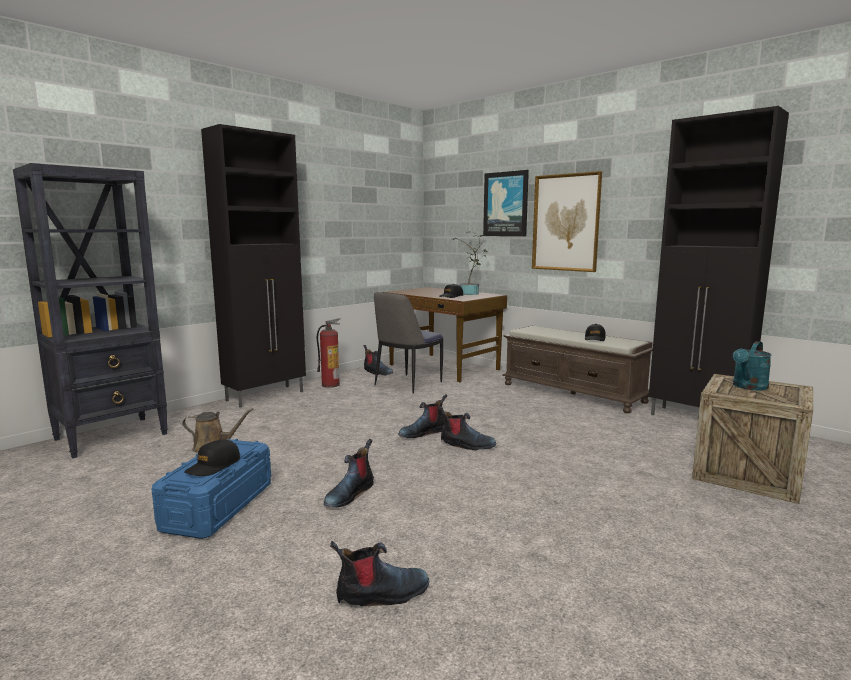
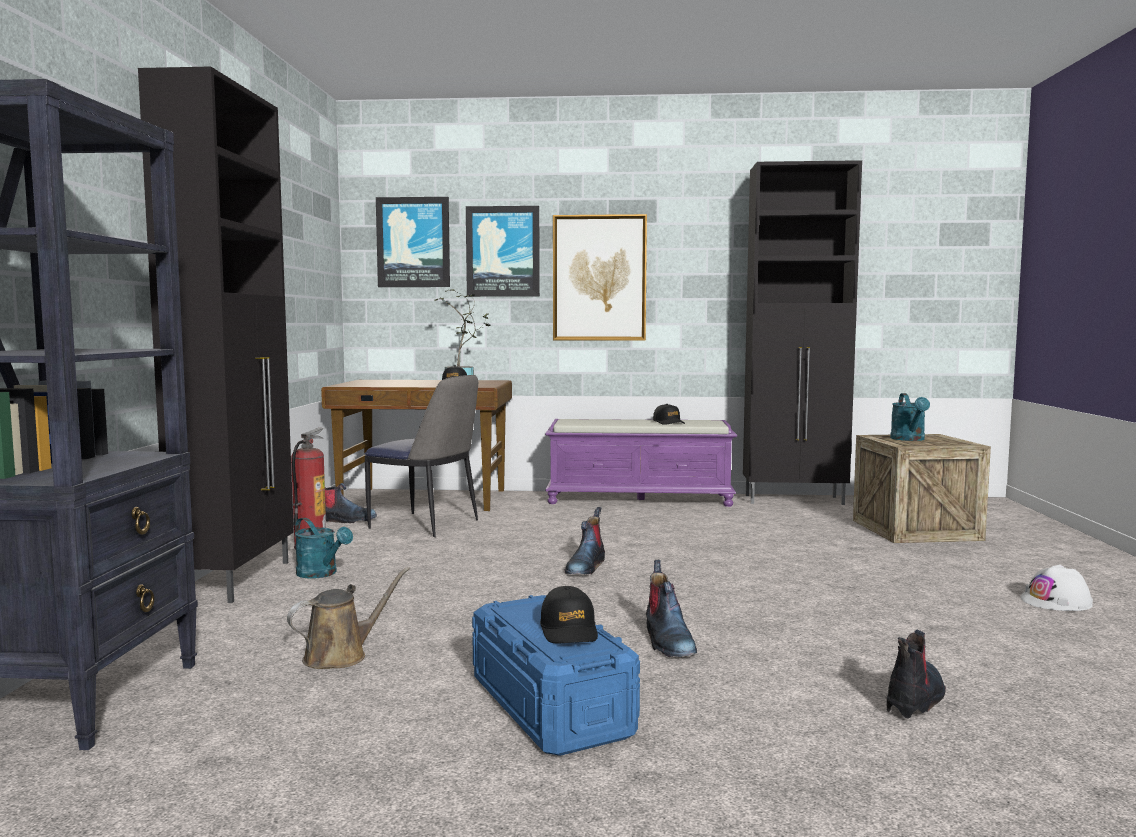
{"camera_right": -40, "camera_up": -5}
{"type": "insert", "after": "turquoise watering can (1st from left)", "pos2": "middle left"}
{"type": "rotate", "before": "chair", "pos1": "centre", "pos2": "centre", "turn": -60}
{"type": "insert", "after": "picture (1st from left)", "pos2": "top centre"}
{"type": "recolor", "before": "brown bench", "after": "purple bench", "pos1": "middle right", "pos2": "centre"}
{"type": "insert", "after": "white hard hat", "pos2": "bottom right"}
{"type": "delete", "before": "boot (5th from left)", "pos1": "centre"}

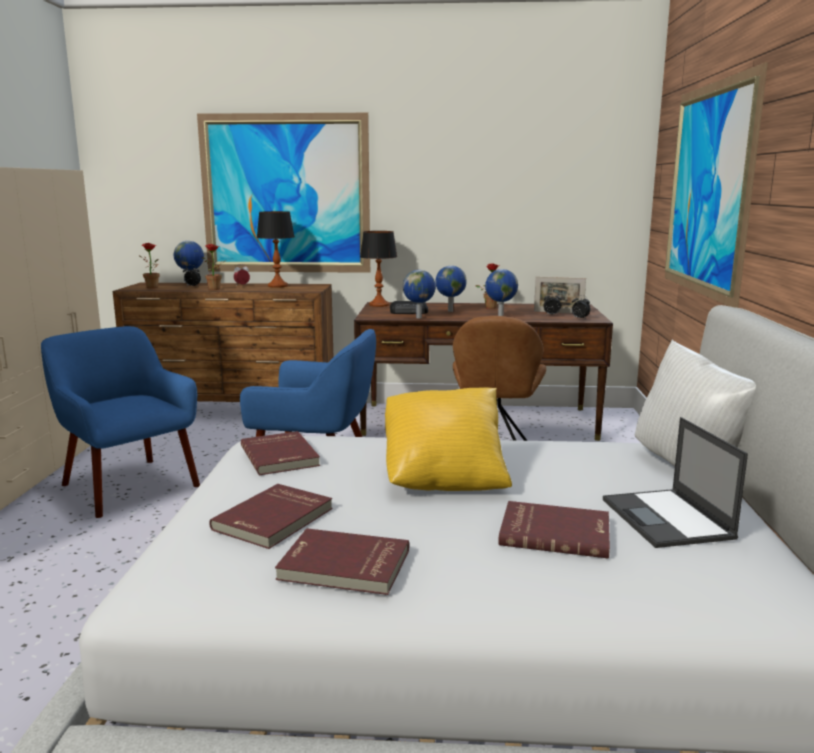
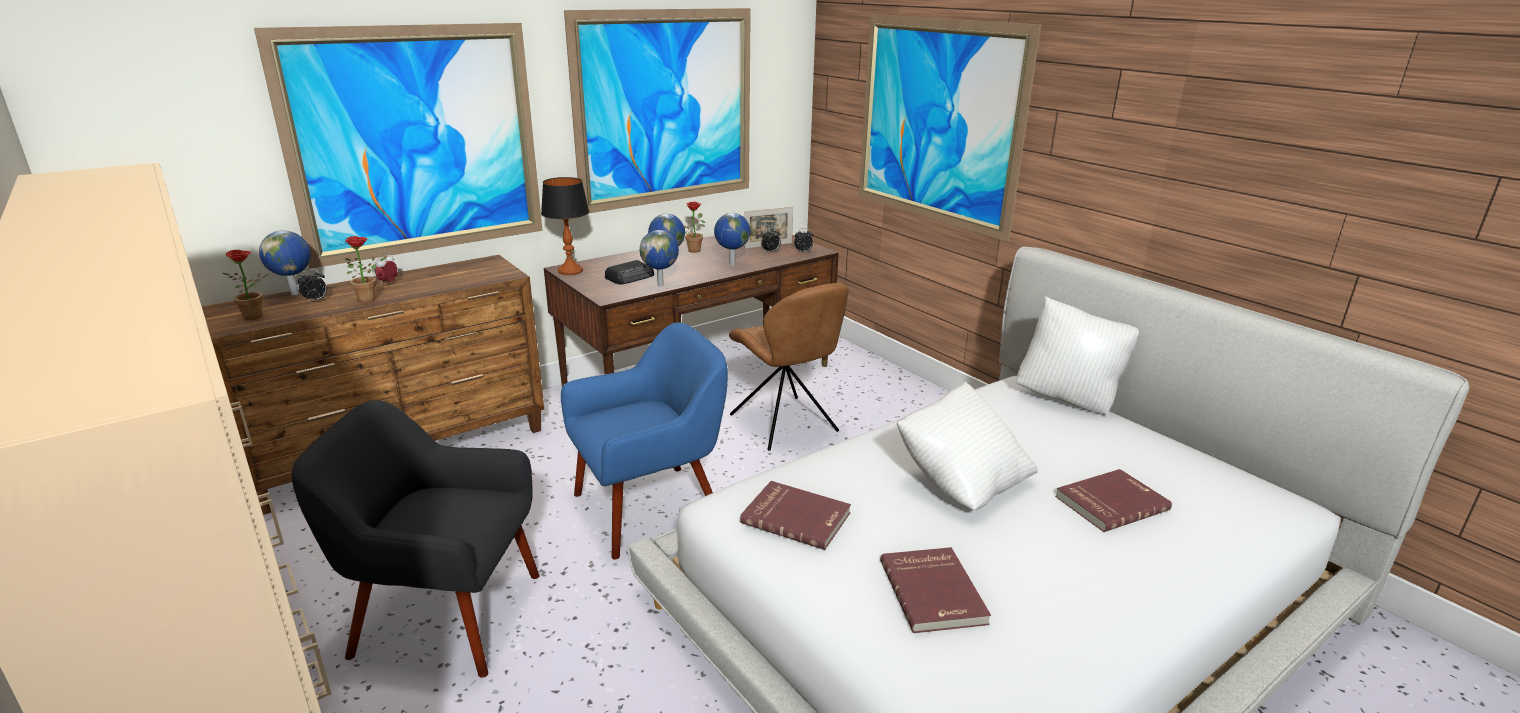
{"camera_right": -40, "camera_up": 10}
{"type": "recolor", "before": "blue armchair (1st from left)", "after": "black armchair", "pos1": "middle left", "pos2": "bottom left"}
{"type": "insert", "after": "picture (2nd from left)", "pos2": "top centre"}
{"type": "recolor", "before": "yellow pillow", "after": "white pillow (1st from left)", "pos1": "centre", "pos2": "centre"}
{"type": "delete", "before": "table lamp (1st from left)", "pos1": "top centre"}
{"type": "delete", "before": "red book (3rd from left)", "pos1": "bottom centre"}
{"type": "delete", "before": "laptop", "pos1": "middle right"}

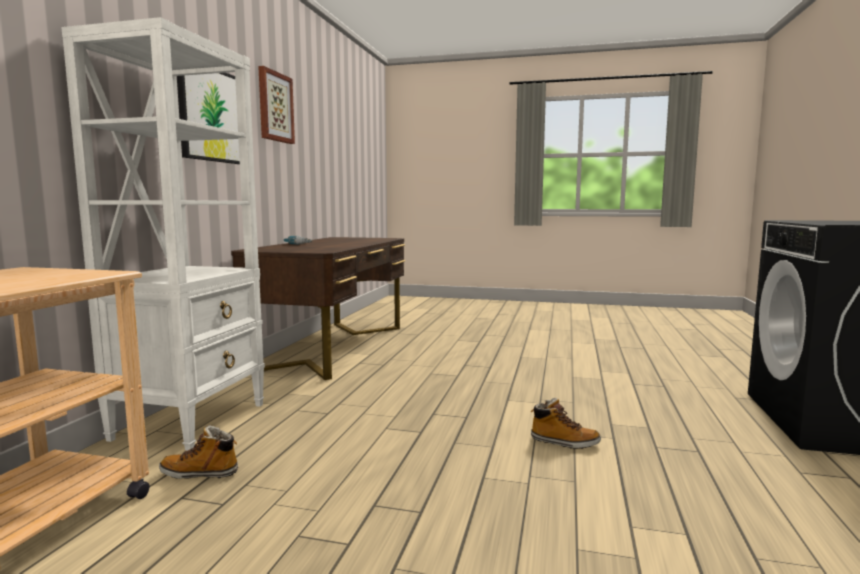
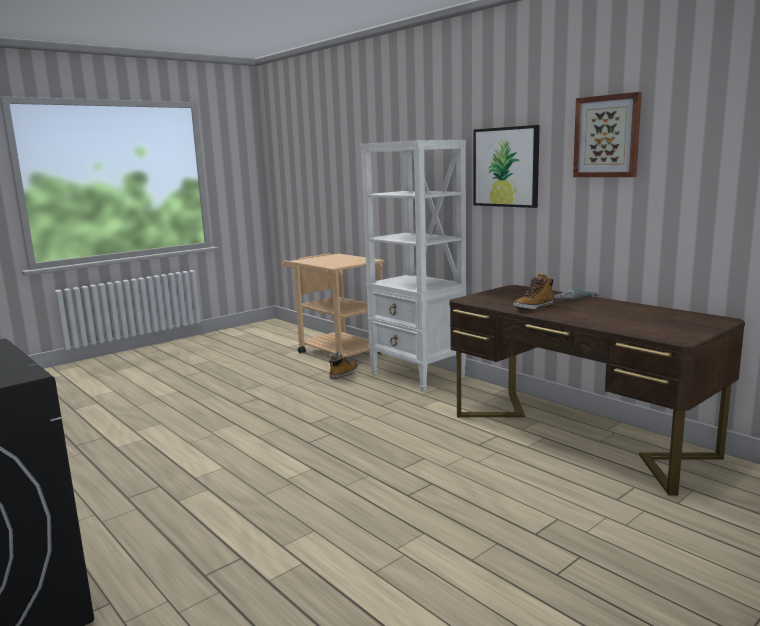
{"camera_right": 125, "camera_up": 5}
{"type": "move", "before": "boot (2nd from left)", "pos1": "bottom centre", "pos2": "middle right"}

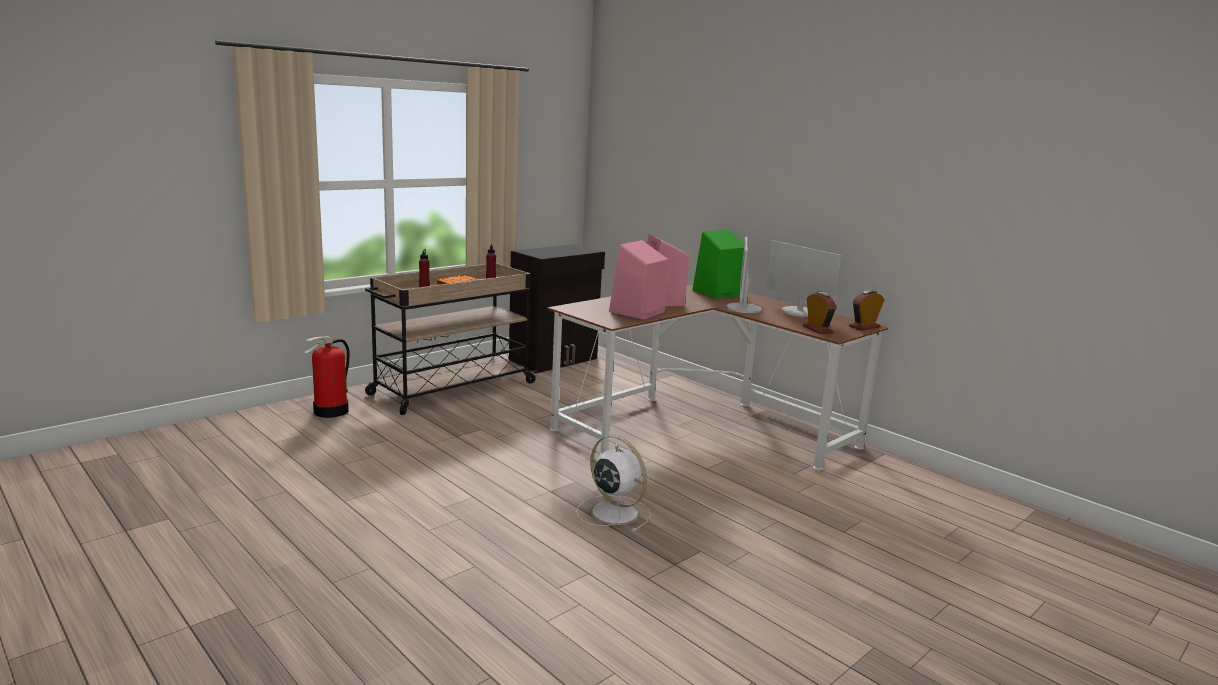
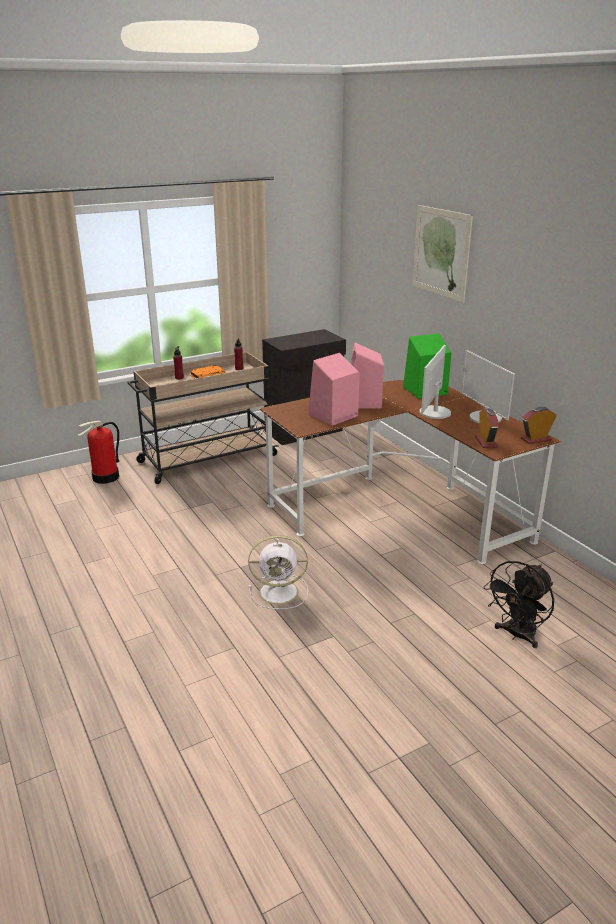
{"camera_right": 15, "camera_up": 10}
{"type": "rotate", "before": "white fan", "pos1": "bottom centre", "pos2": "centre", "turn": 120}
{"type": "insert", "after": "picture", "pos2": "top right"}
{"type": "insert", "after": "black fan", "pos2": "middle right"}

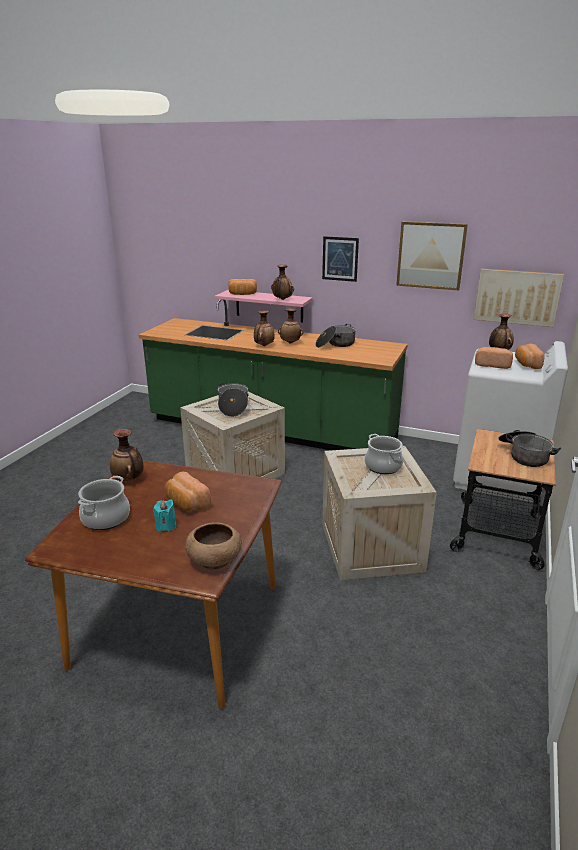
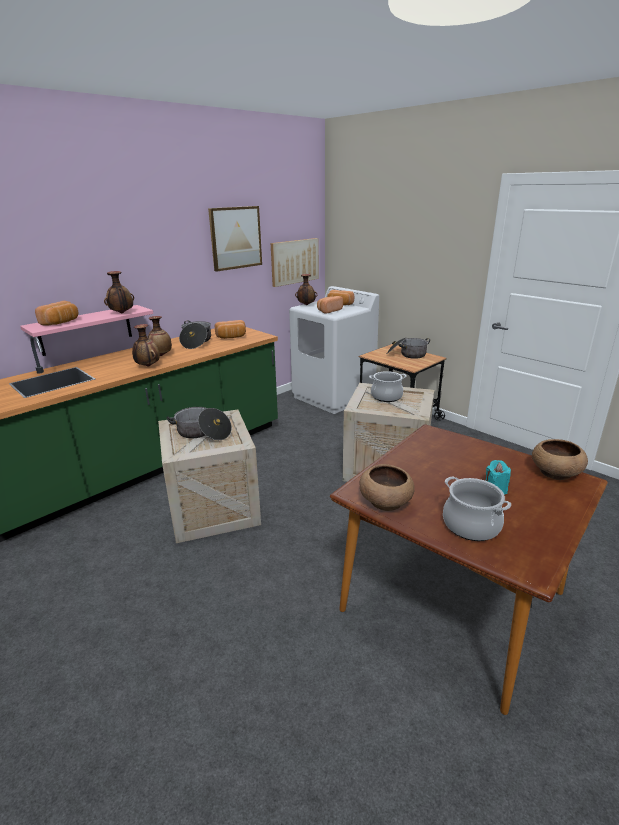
{"camera_right": -65, "camera_up": 0}
{"type": "move", "before": "bread (1st from left in the first image)", "after": "bread (2nd from left)", "pos1": "middle left", "pos2": "centre"}
{"type": "replace", "before": "vase (1st from left)", "after": "brown bowl (1st from left)", "pos1": "middle left", "pos2": "centre"}
{"type": "delete", "before": "picture (1st from left)", "pos1": "top centre"}

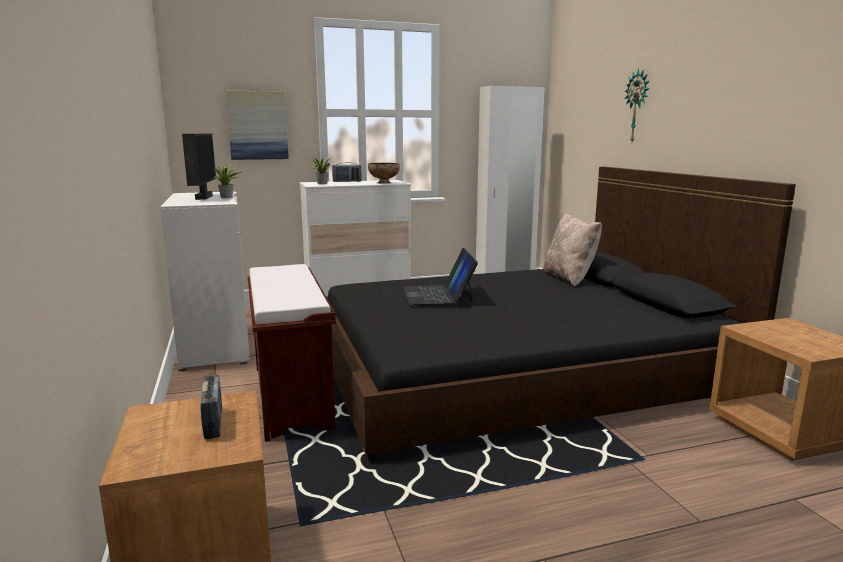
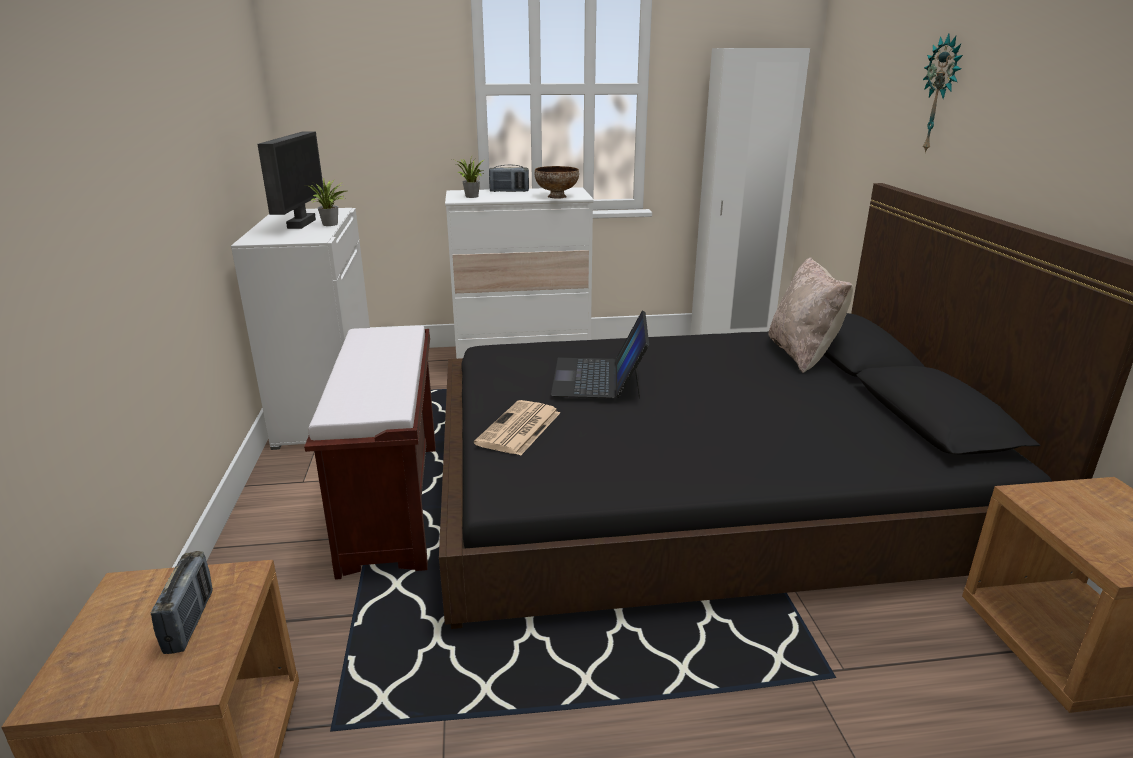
{"camera_right": 10, "camera_up": 10}
{"type": "insert", "after": "newspaper", "pos2": "centre"}
{"type": "delete", "before": "picture", "pos1": "top left"}

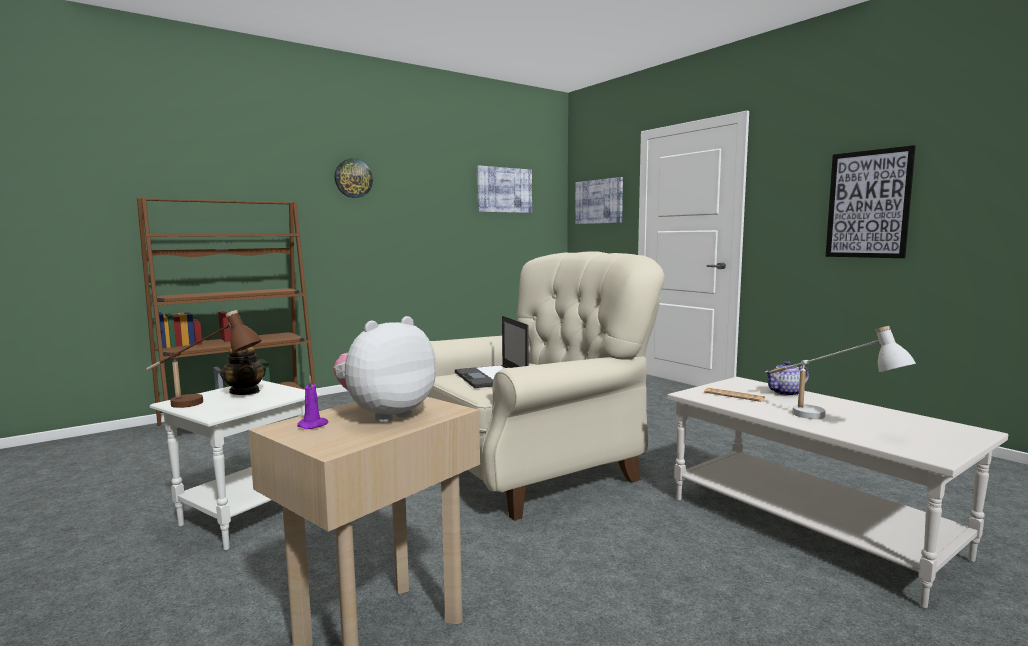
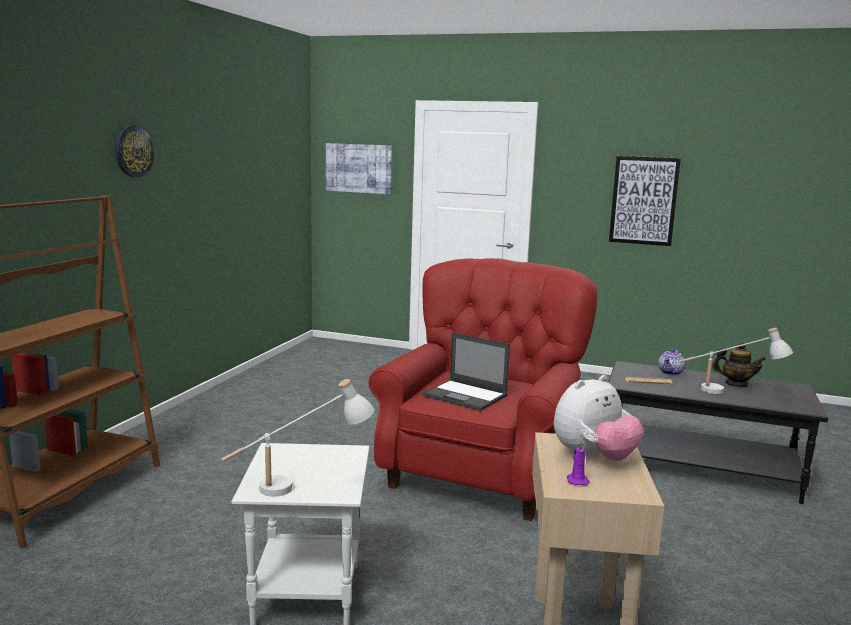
{"camera_right": -35, "camera_up": 5}
{"type": "recolor", "before": "brown table lamp", "after": "white table lamp (1st from left)", "pos1": "middle left", "pos2": "bottom centre"}
{"type": "recolor", "before": "beige armchair", "after": "red armchair", "pos1": "centre", "pos2": "centre"}
{"type": "rotate", "before": "plush toy", "pos1": "centre", "pos2": "bottom right", "turn": -135}
{"type": "recolor", "before": "white coffee table", "after": "black coffee table", "pos1": "bottom right", "pos2": "bottom right"}
{"type": "move", "before": "teapot (1st from left in the first image)", "after": "teapot (2nd from left)", "pos1": "middle left", "pos2": "middle right"}
{"type": "delete", "before": "picture (1st from left)", "pos1": "top centre"}

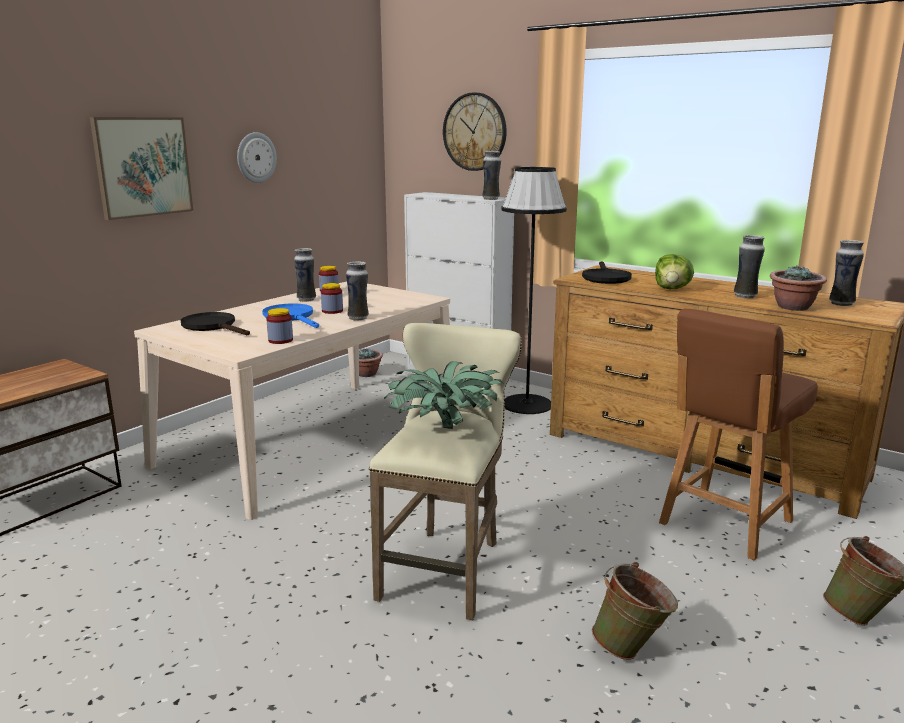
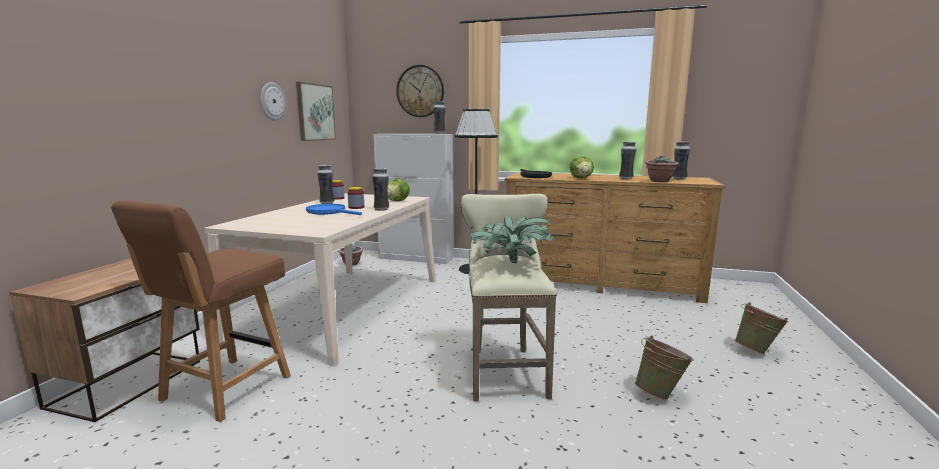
{"camera_right": -20, "camera_up": -5}
{"type": "move", "before": "brown chair", "pos1": "middle right", "pos2": "middle left"}
{"type": "move", "before": "picture", "pos1": "top left", "pos2": "top centre"}
{"type": "insert", "after": "lettuce (1st from left)", "pos2": "centre"}
{"type": "delete", "before": "black frying pan (1st from left)", "pos1": "middle left"}
{"type": "delete", "before": "jar (1st from left)", "pos1": "middle left"}

